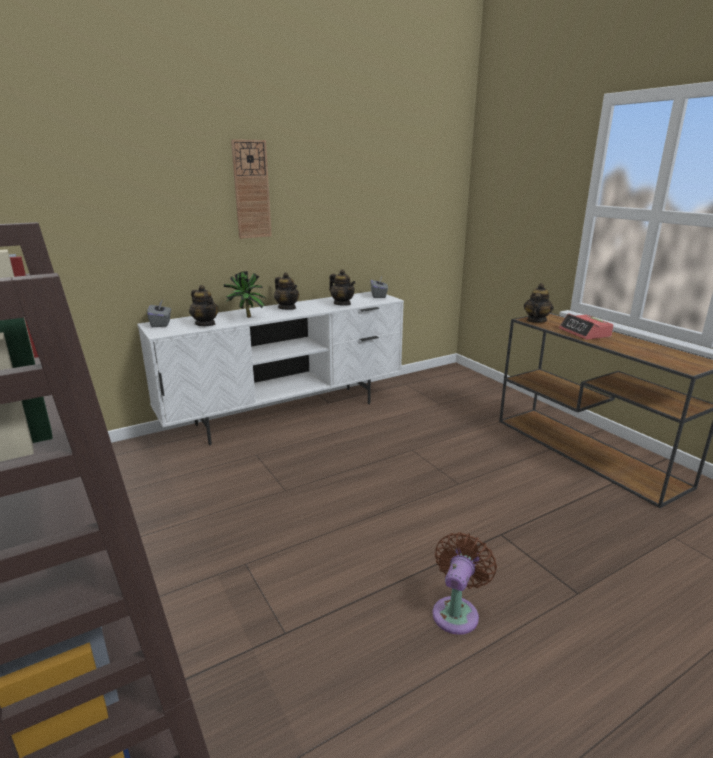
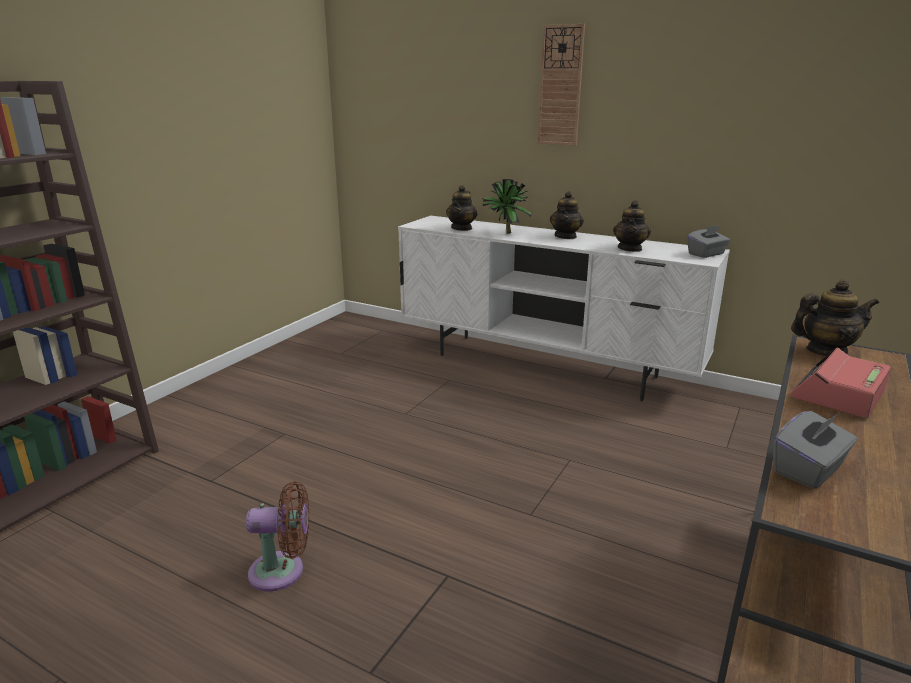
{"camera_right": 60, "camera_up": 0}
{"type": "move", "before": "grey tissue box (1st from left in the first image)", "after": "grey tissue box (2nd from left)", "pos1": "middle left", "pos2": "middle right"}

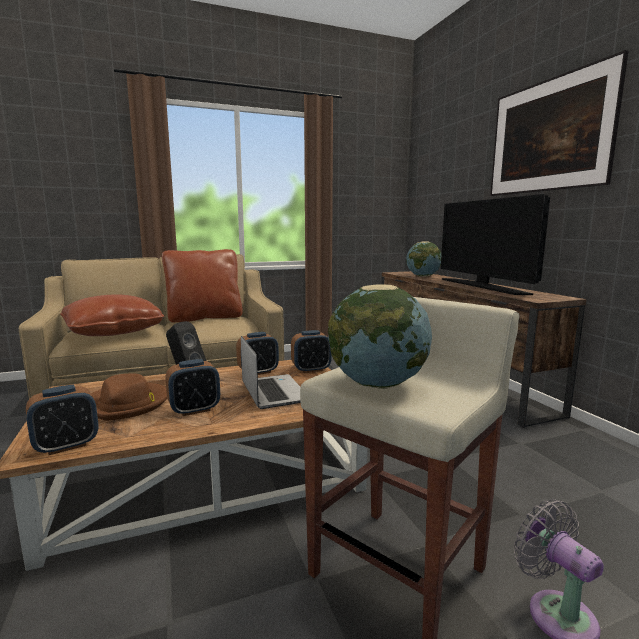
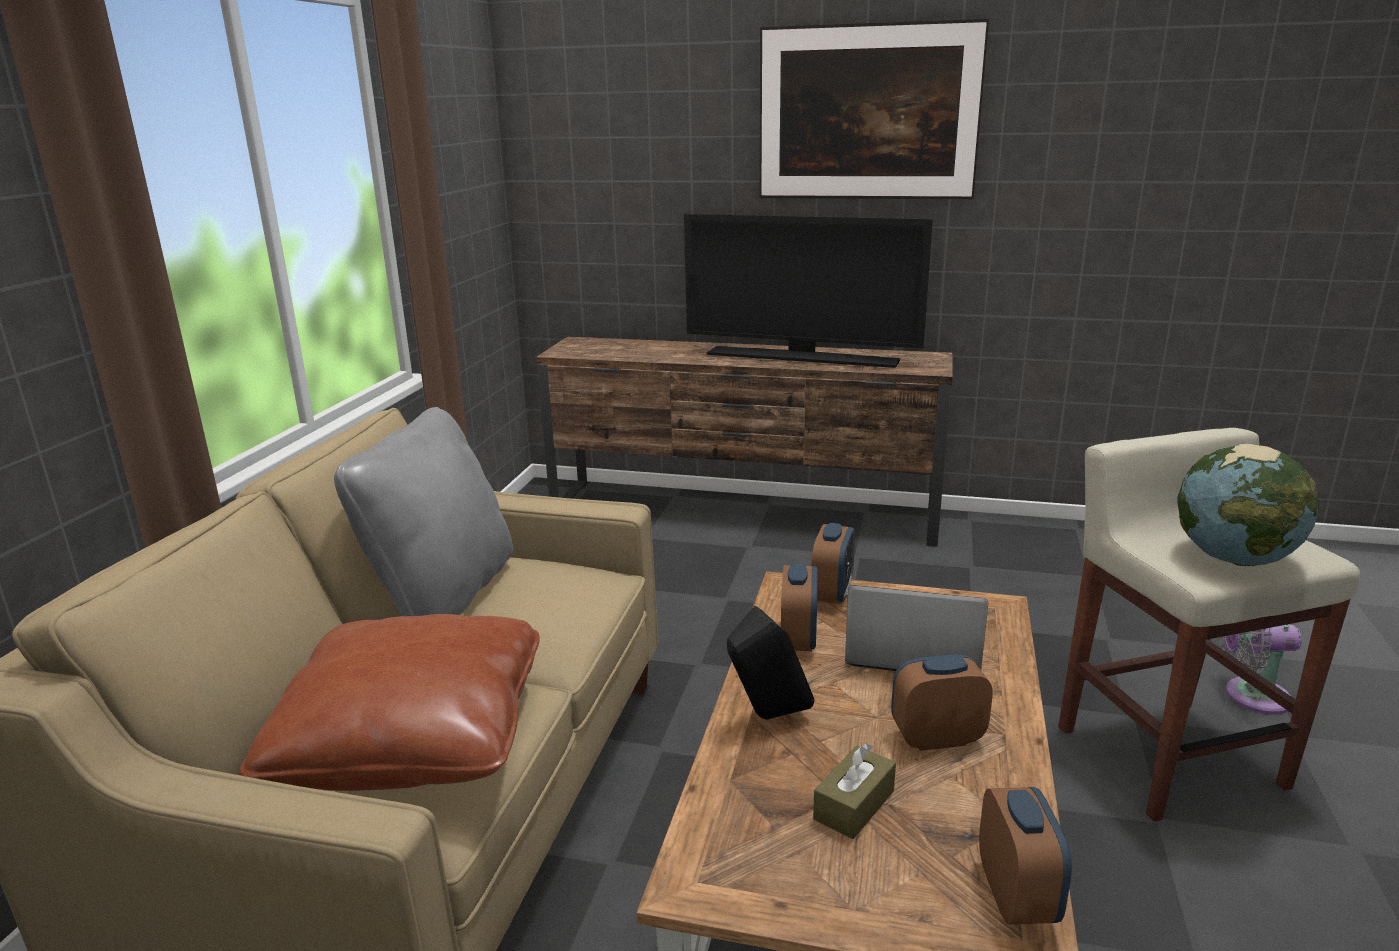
{"camera_right": -55, "camera_up": 10}
{"type": "recolor", "before": "brown pillow (2nd from left)", "after": "grey pillow", "pos1": "middle left", "pos2": "middle left"}
{"type": "replace", "before": "brown hat", "after": "brown tissue box", "pos1": "middle left", "pos2": "bottom centre"}
{"type": "rotate", "before": "alarm clock (2nd from left in the first image)", "pos1": "middle left", "pos2": "bottom right", "turn": -105}
{"type": "delete", "before": "globe (2nd from left)", "pos1": "centre"}

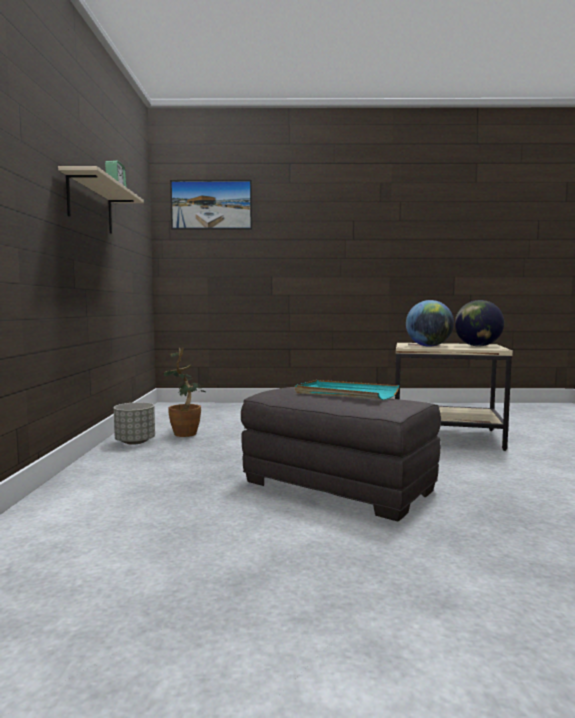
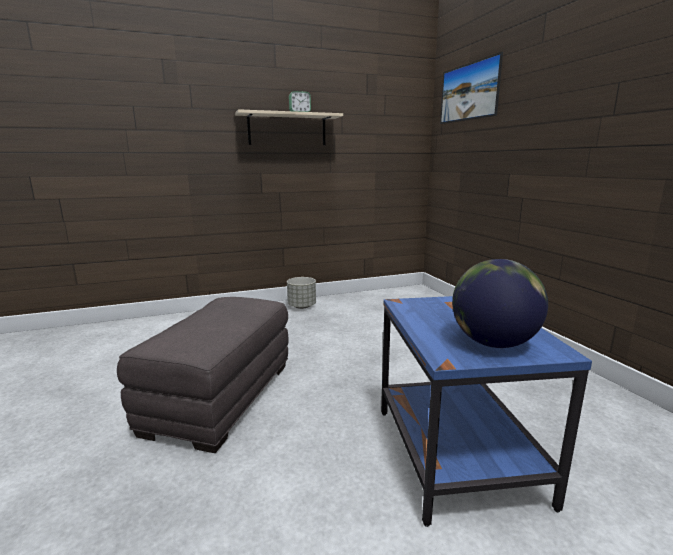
{"camera_right": 70, "camera_up": 10}
{"type": "recolor", "before": "beige side table", "after": "blue side table", "pos1": "middle right", "pos2": "bottom right"}
{"type": "delete", "before": "potted plant", "pos1": "middle left"}
{"type": "delete", "before": "turquoise tray", "pos1": "centre"}
{"type": "delete", "before": "globe (1st from left)", "pos1": "middle right"}

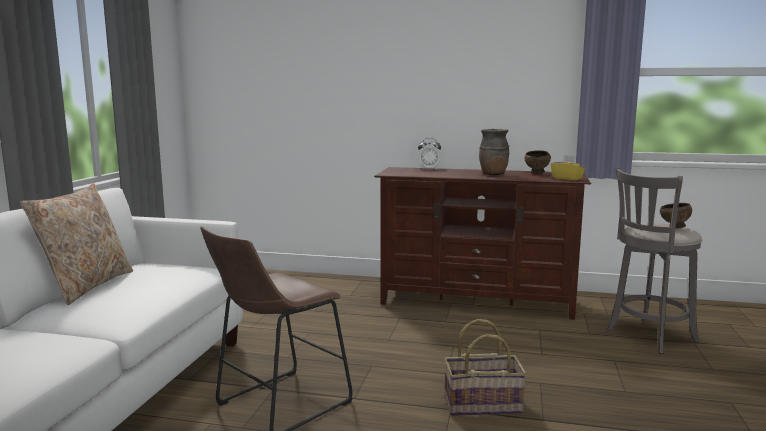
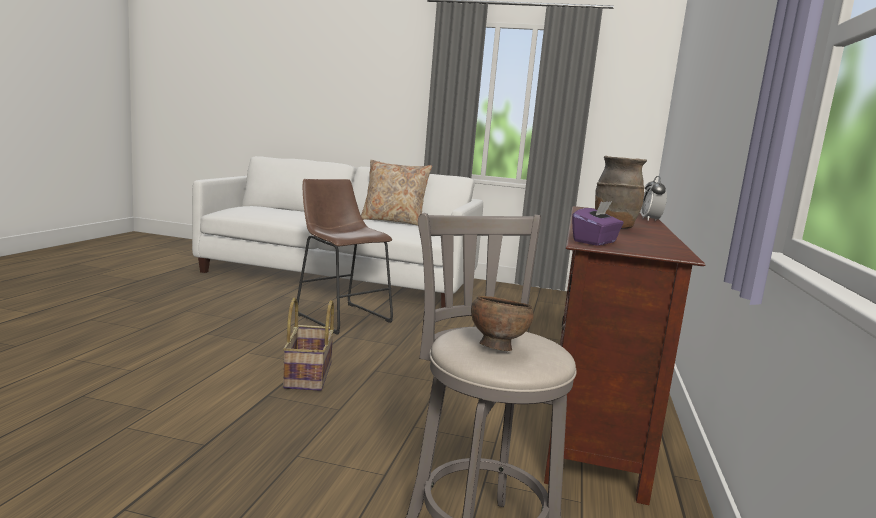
{"camera_right": 90, "camera_up": 0}
{"type": "recolor", "before": "yellow tissue box", "after": "purple tissue box", "pos1": "middle right", "pos2": "middle right"}
{"type": "delete", "before": "brown bowl (1st from left)", "pos1": "middle right"}

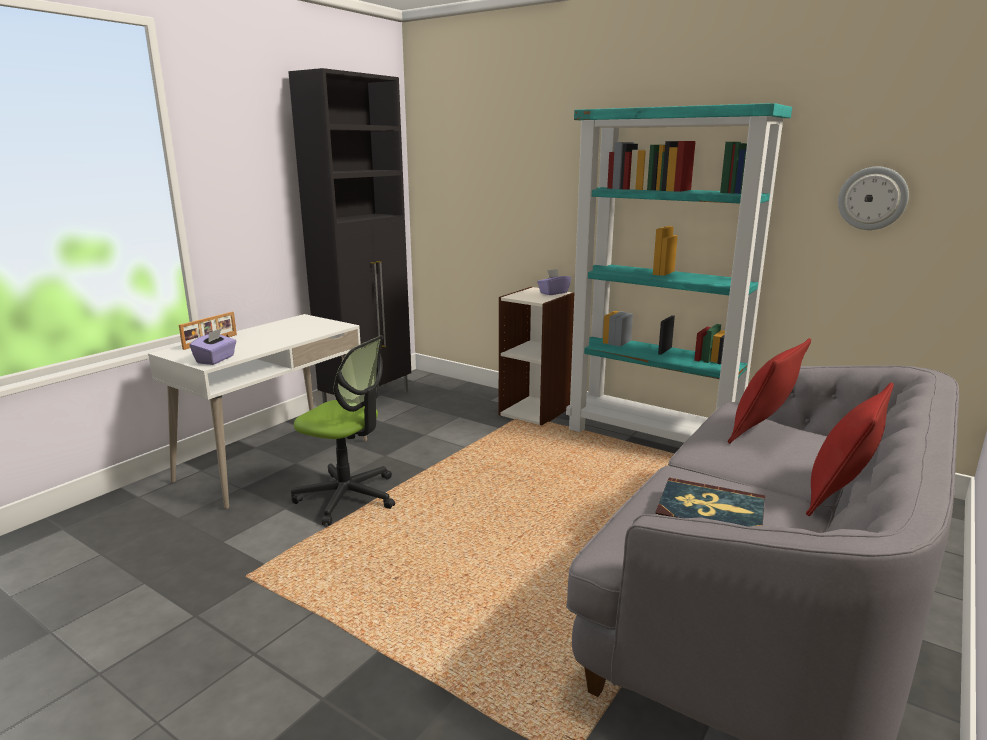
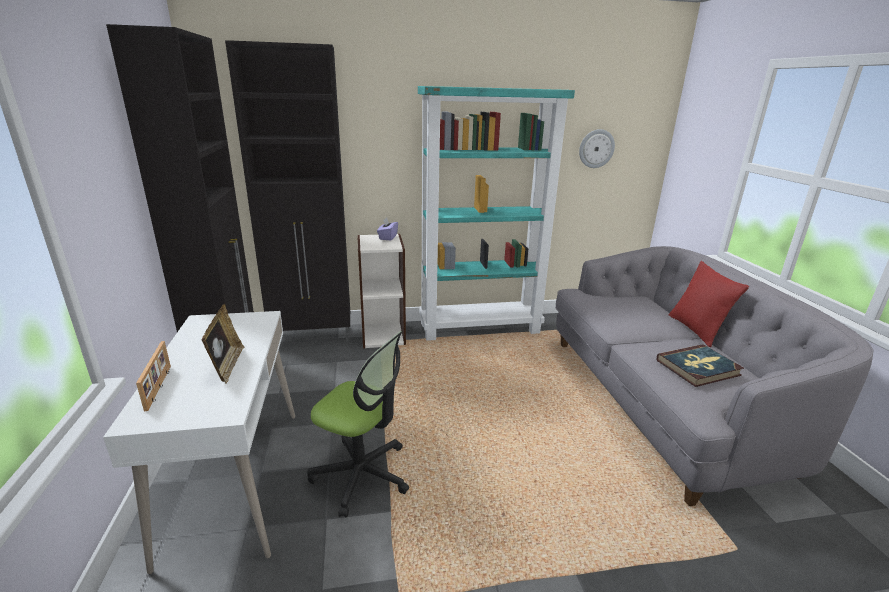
{"camera_right": -45, "camera_up": 5}
{"type": "insert", "after": "picture frame (2nd from left)", "pos2": "middle left"}
{"type": "insert", "after": "black cabinet (2nd from left)", "pos2": "top left"}
{"type": "rotate", "before": "office chair", "pos1": "centre", "pos2": "bottom centre", "turn": 45}
{"type": "delete", "before": "purple tissue box (1st from left)", "pos1": "middle left"}
{"type": "delete", "before": "red pillow (1st from left)", "pos1": "middle right"}

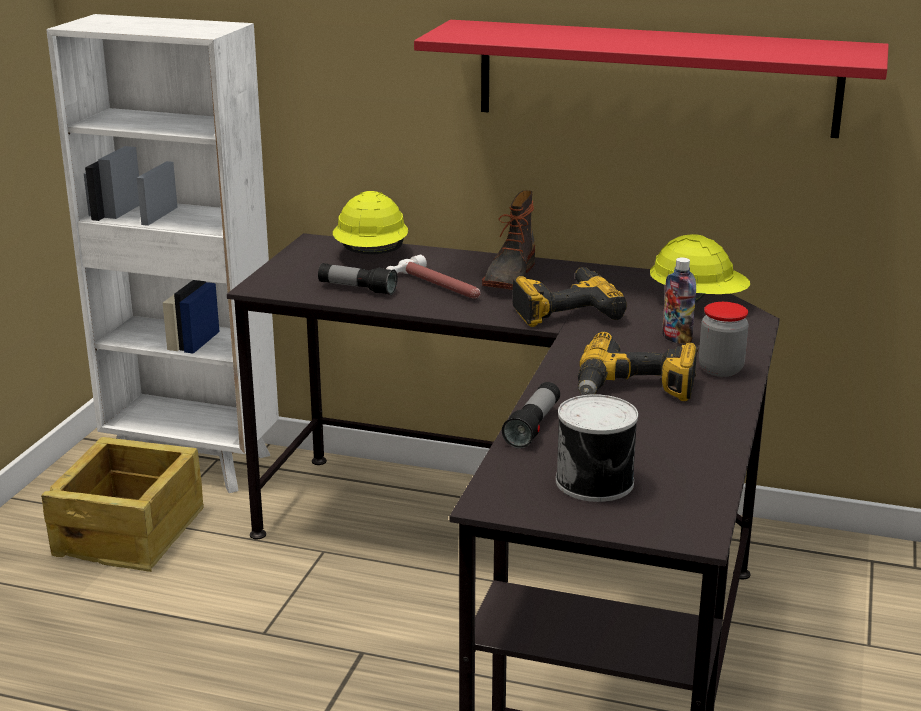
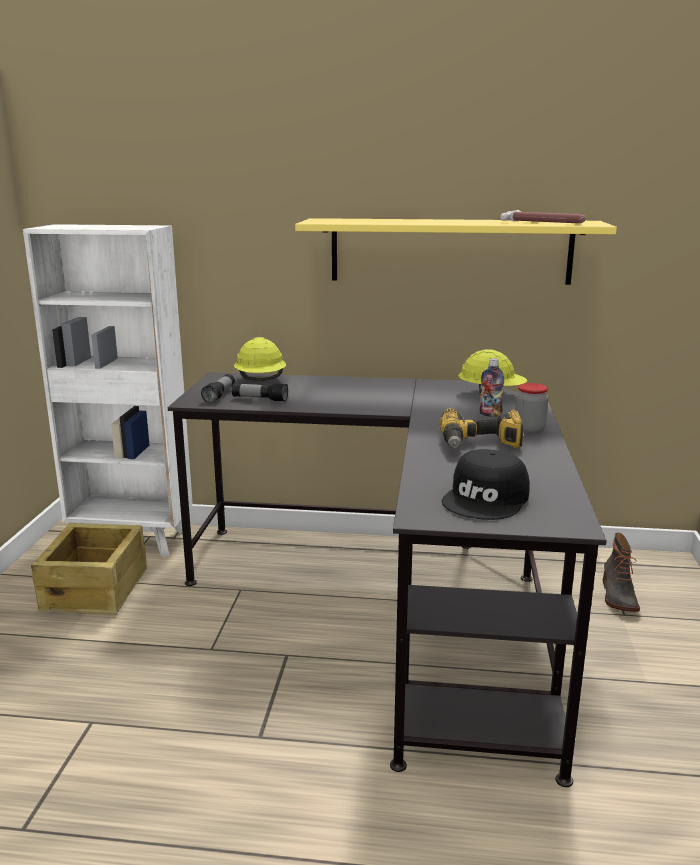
{"camera_right": -10, "camera_up": -5}
{"type": "move", "before": "flashlight (2nd from left in the first image)", "after": "flashlight (1st from left)", "pos1": "centre", "pos2": "middle left"}
{"type": "recolor", "before": "red shelf", "after": "yellow shelf", "pos1": "top right", "pos2": "top centre"}
{"type": "replace", "before": "can", "after": "black cap", "pos1": "centre", "pos2": "middle right"}
{"type": "move", "before": "hammer", "pos1": "centre", "pos2": "top right"}
{"type": "move", "before": "boot", "pos1": "centre", "pos2": "middle right"}
{"type": "delete", "before": "power drill (1st from left)", "pos1": "centre"}

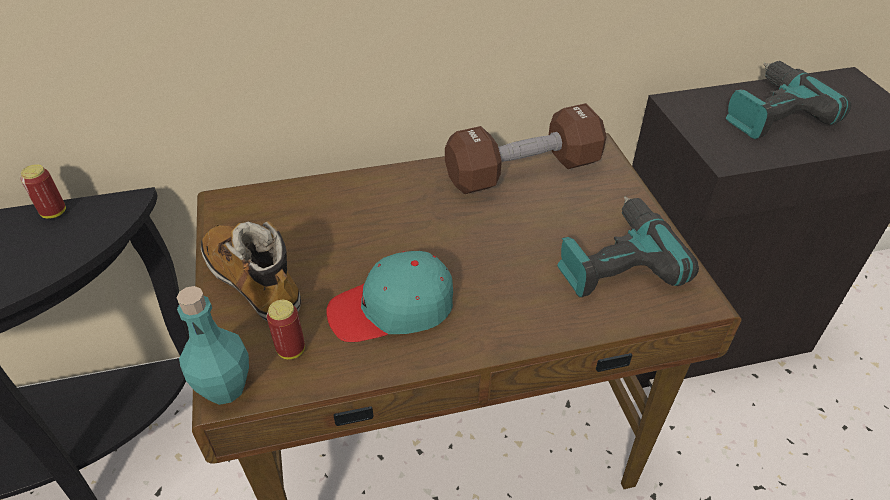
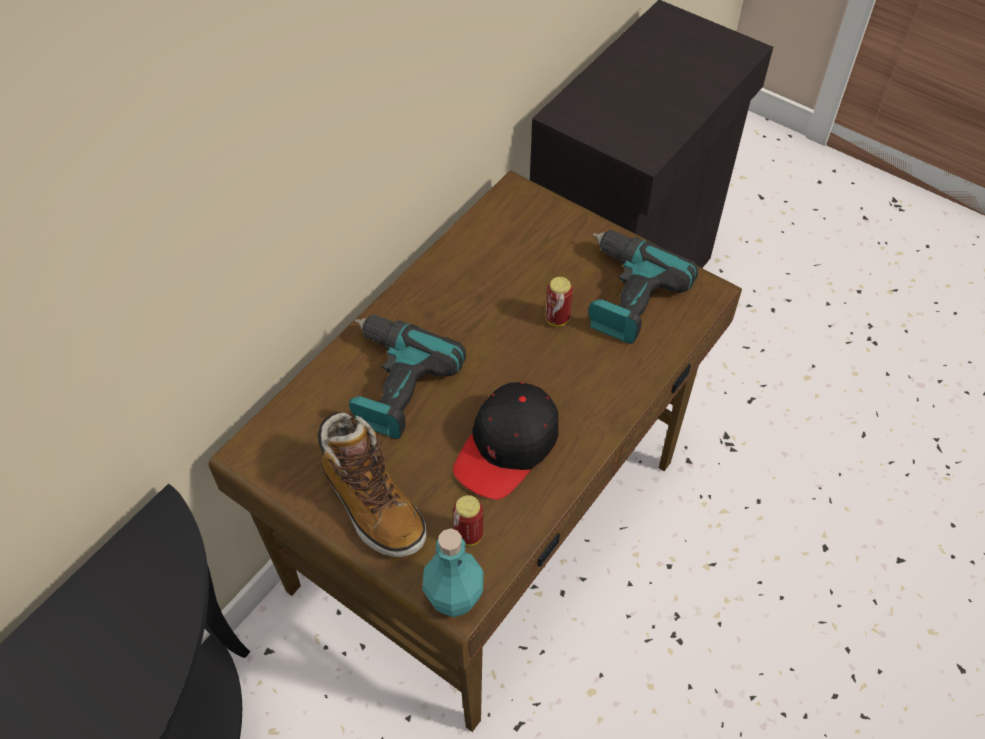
{"camera_right": -40, "camera_up": 10}
{"type": "rotate", "before": "boot", "pos1": "middle left", "pos2": "centre", "turn": -135}
{"type": "move", "before": "power drill (2nd from left in the first image)", "after": "power drill (1st from left)", "pos1": "top right", "pos2": "centre"}
{"type": "recolor", "before": "turquoise cap", "after": "black cap", "pos1": "centre", "pos2": "centre"}
{"type": "move", "before": "can (1st from left in the first image)", "after": "can (2nd from left)", "pos1": "middle left", "pos2": "centre"}
{"type": "delete", "before": "brown dumbbell", "pos1": "top centre"}

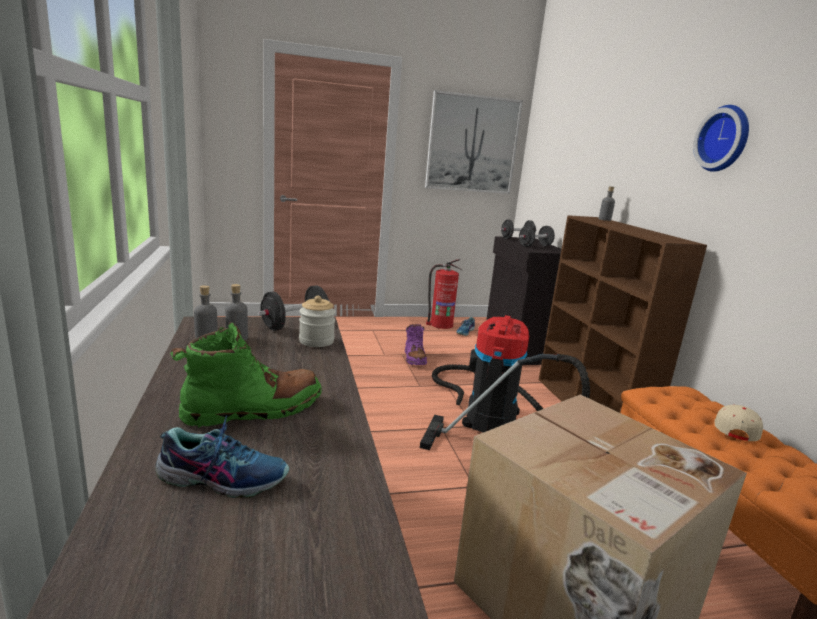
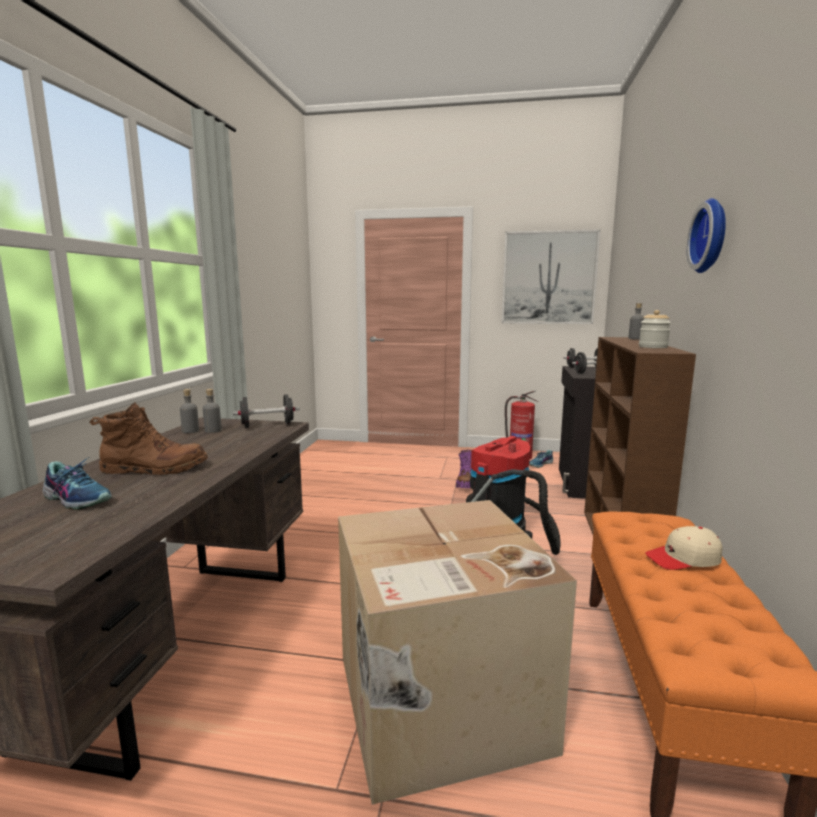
{"camera_right": 25, "camera_up": -5}
{"type": "recolor", "before": "green boot", "after": "brown boot", "pos1": "middle left", "pos2": "middle left"}
{"type": "move", "before": "jar", "pos1": "centre", "pos2": "middle right"}
{"type": "rotate", "before": "beige cap", "pos1": "bottom right", "pos2": "bottom right", "turn": -150}

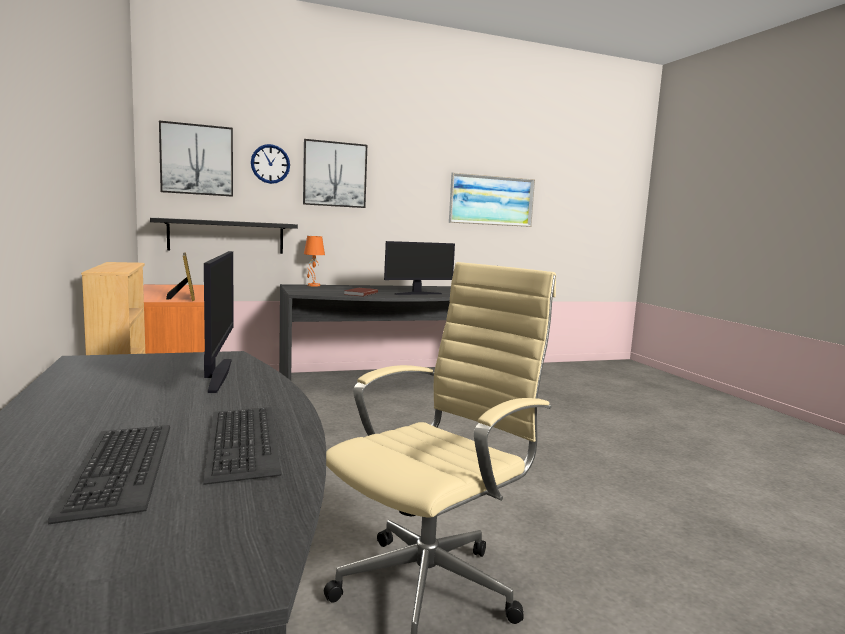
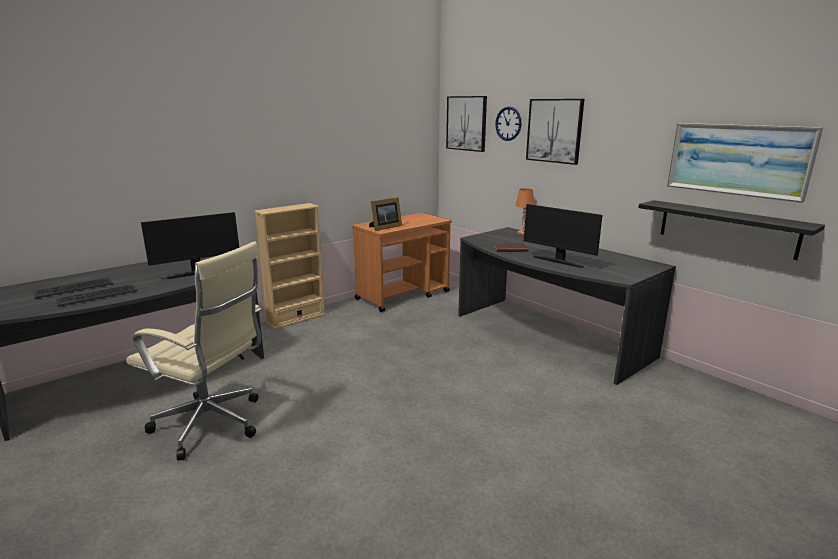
{"camera_right": 70, "camera_up": 10}
{"type": "move", "before": "black shelf", "pos1": "middle left", "pos2": "middle right"}

